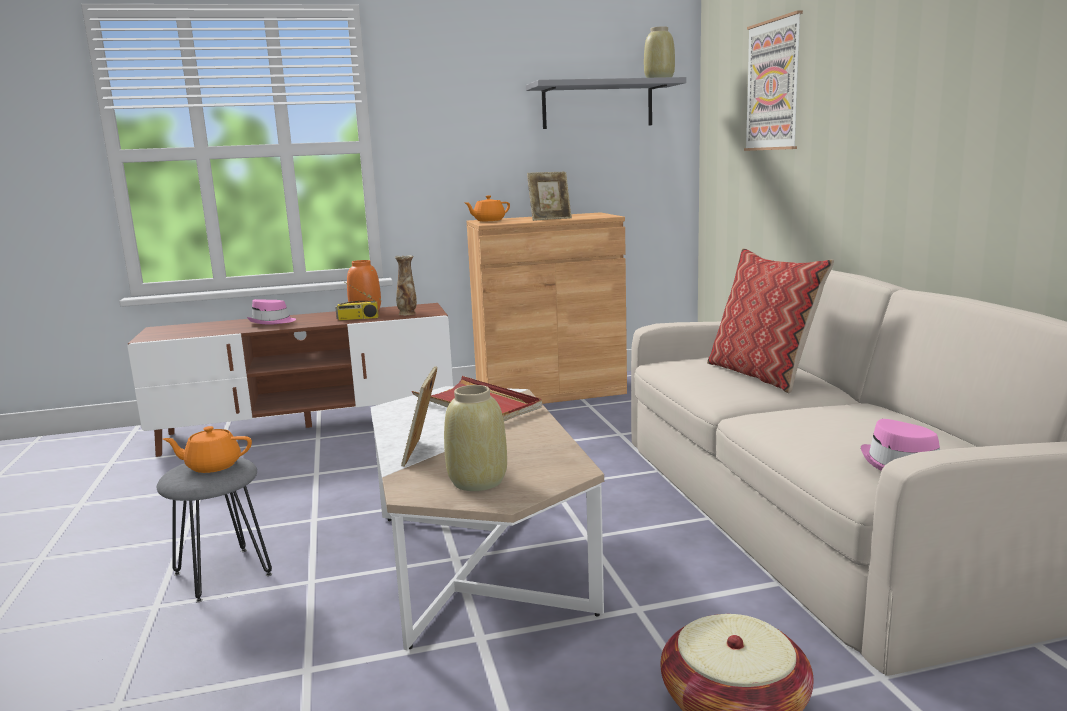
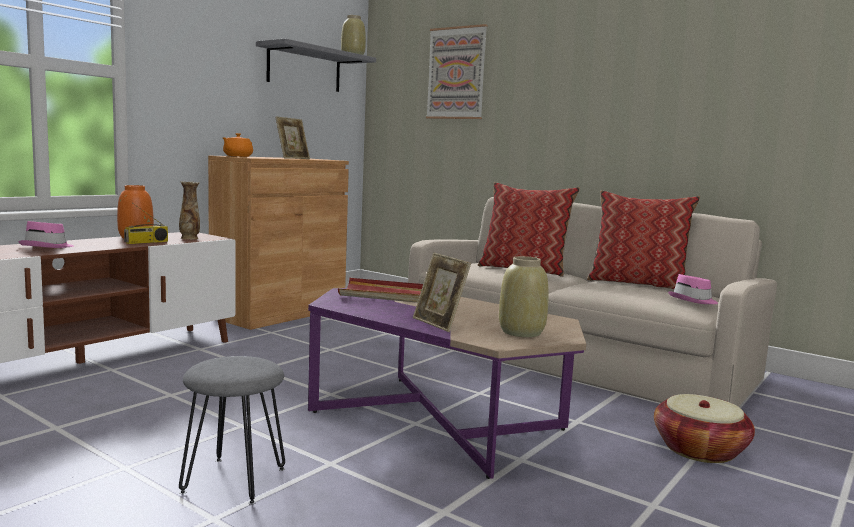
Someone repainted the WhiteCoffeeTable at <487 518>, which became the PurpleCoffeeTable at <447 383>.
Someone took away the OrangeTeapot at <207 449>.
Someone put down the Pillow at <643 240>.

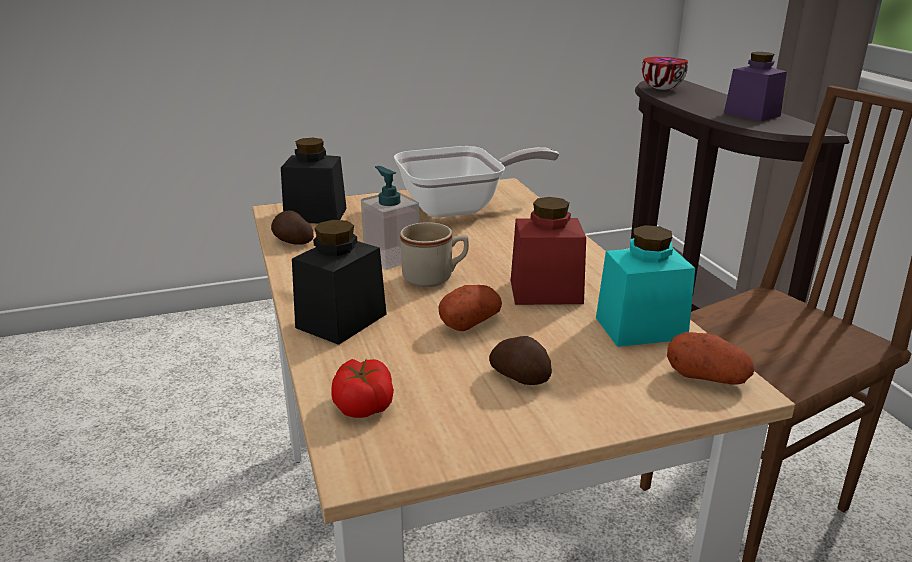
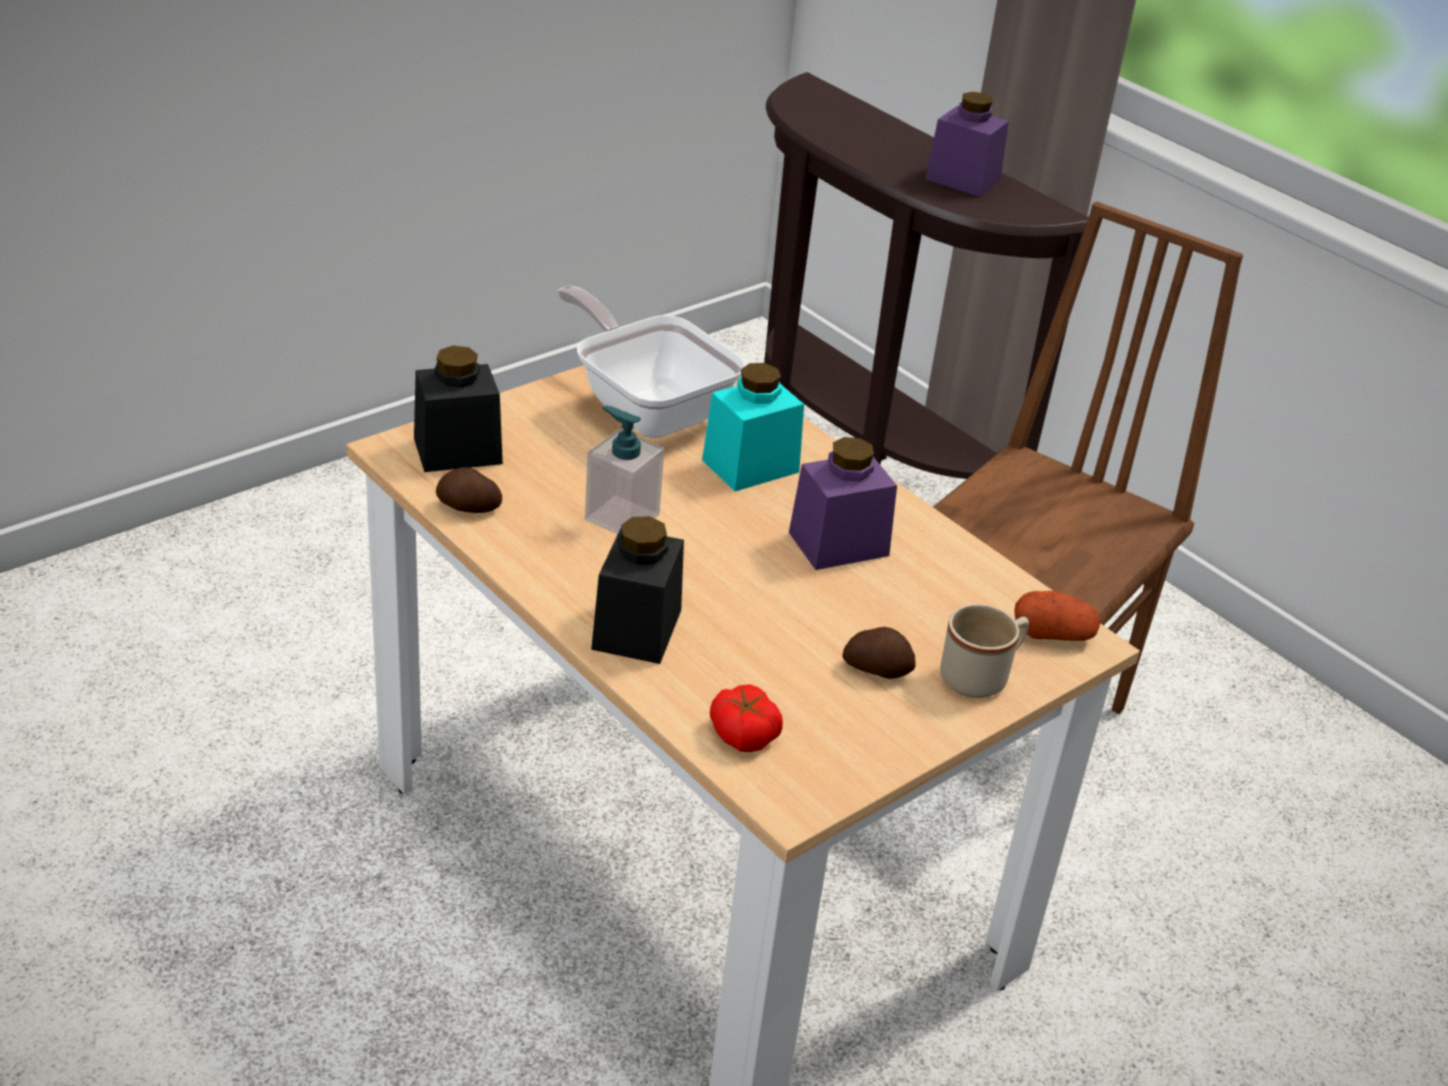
Someone took away the Bowl at <665 73>.
Someone rotated the FryingPan at <476 182> by 90 degrees counterclockwise.
Someone repainted the RedJar at <548 251>, which became the PurpleJar at <843 503>.
Someone carried the BeigeMug from <434 254> to <984 651>.
Someone carried the TurquoiseJar from <645 286> to <753 427>.
Someone took away the Potato at <470 308>.

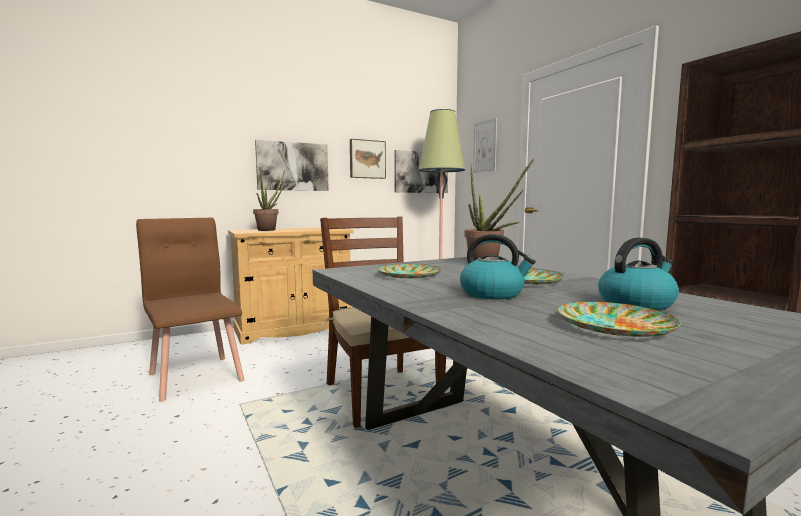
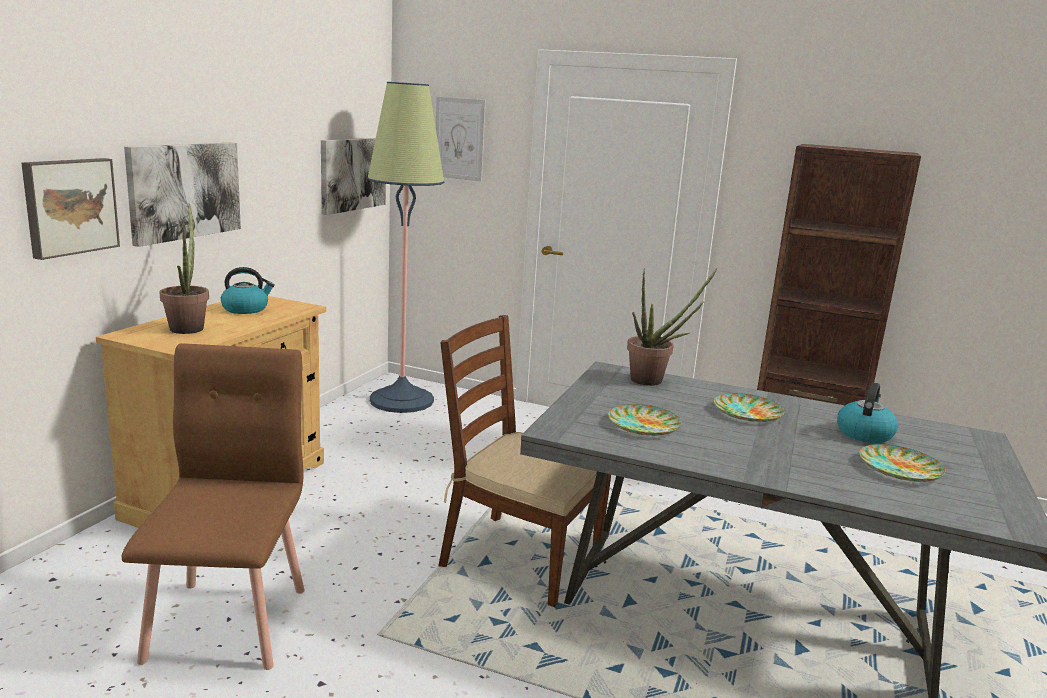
Someone carried the Picture from <368 159> to <70 209>.
Someone rotated the BrownChair at <190 310> by 75 degrees clockwise.
Someone carried the Kettle from <498 266> to <248 290>.

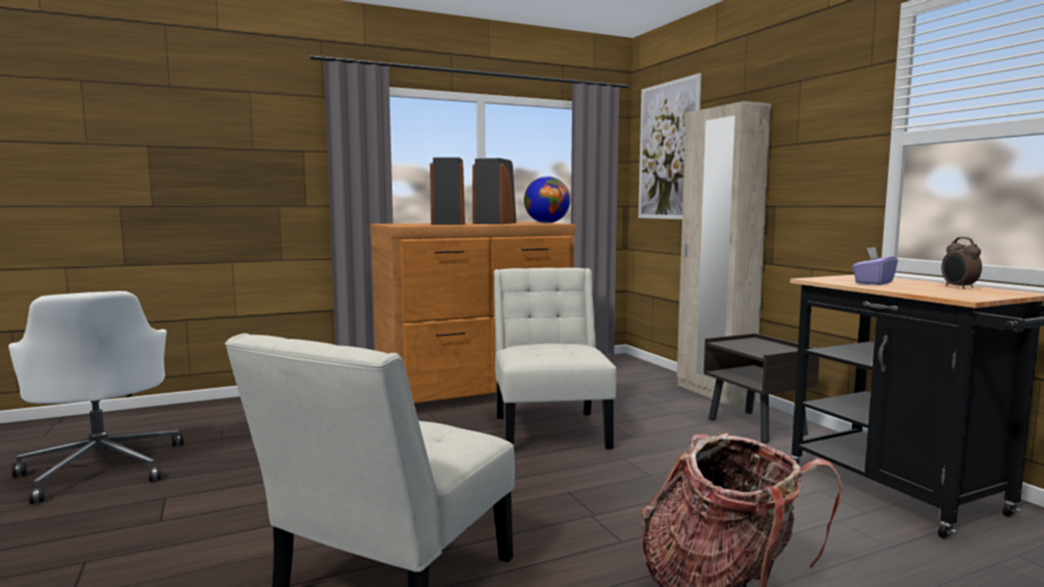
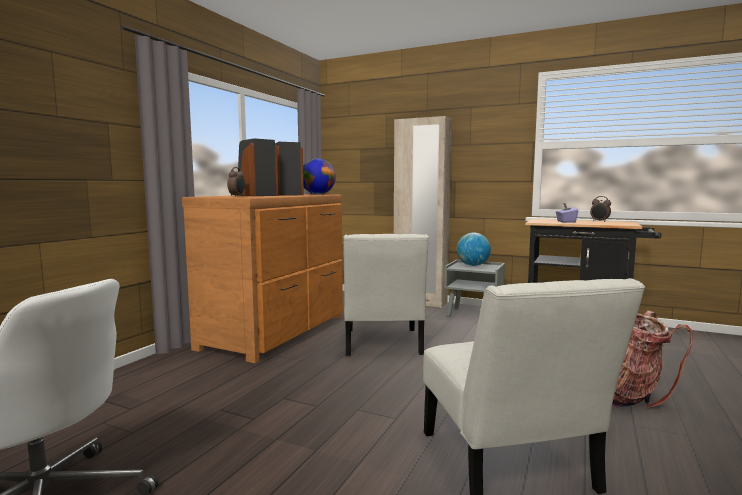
Someone took away the Picture at <669 146>.
Someone rotated the WhiteChair at <555 358> by 135 degrees counterclockwise.
Someone repainted the BrownNightstand at <761 388>, which became the GreyNightstand at <475 288>.
Someone put down the AlarmClock at <236 181>.
Someone put down the Globe at <474 249>.

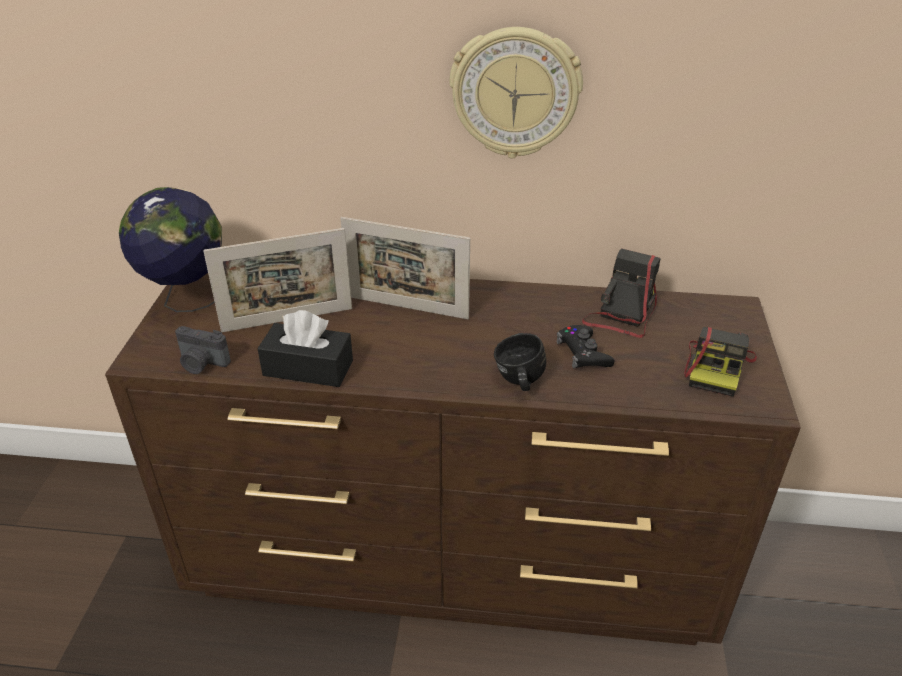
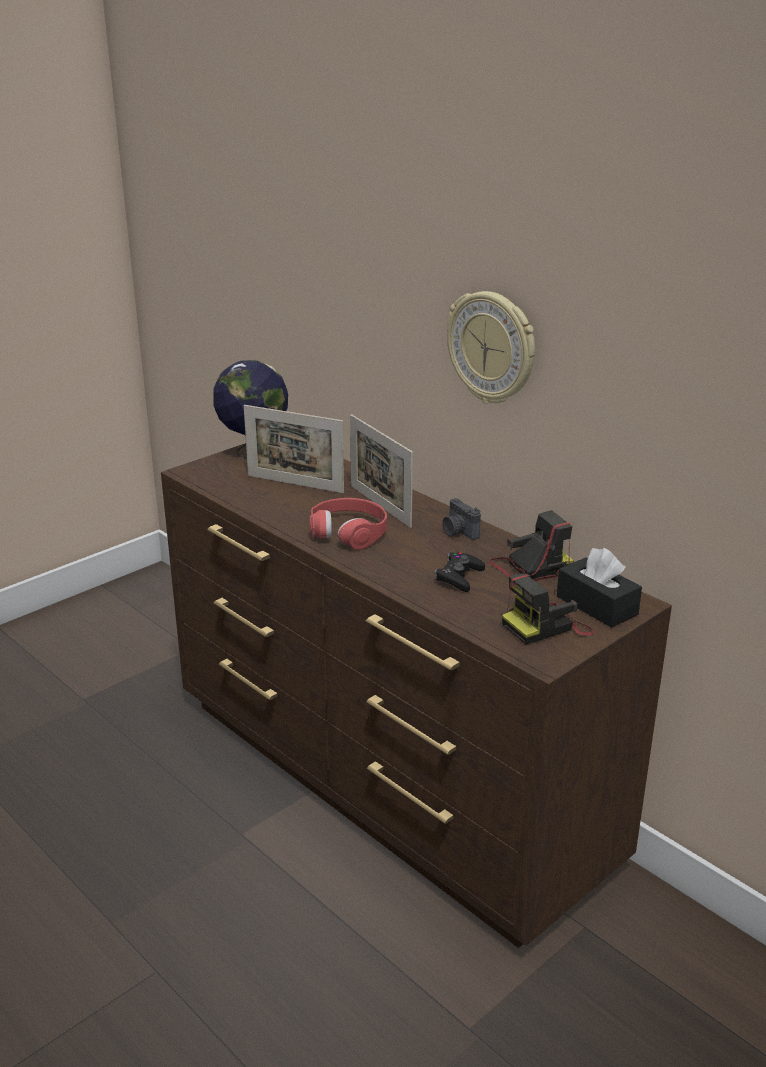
Someone carried the BlackTissueBox from <305 348> to <599 588>.
Someone carried the PhotoCamera from <203 350> to <462 519>.
Someone took away the BlackMug at <520 362>.
Someone put down the RedHeadphones at <348 524>.

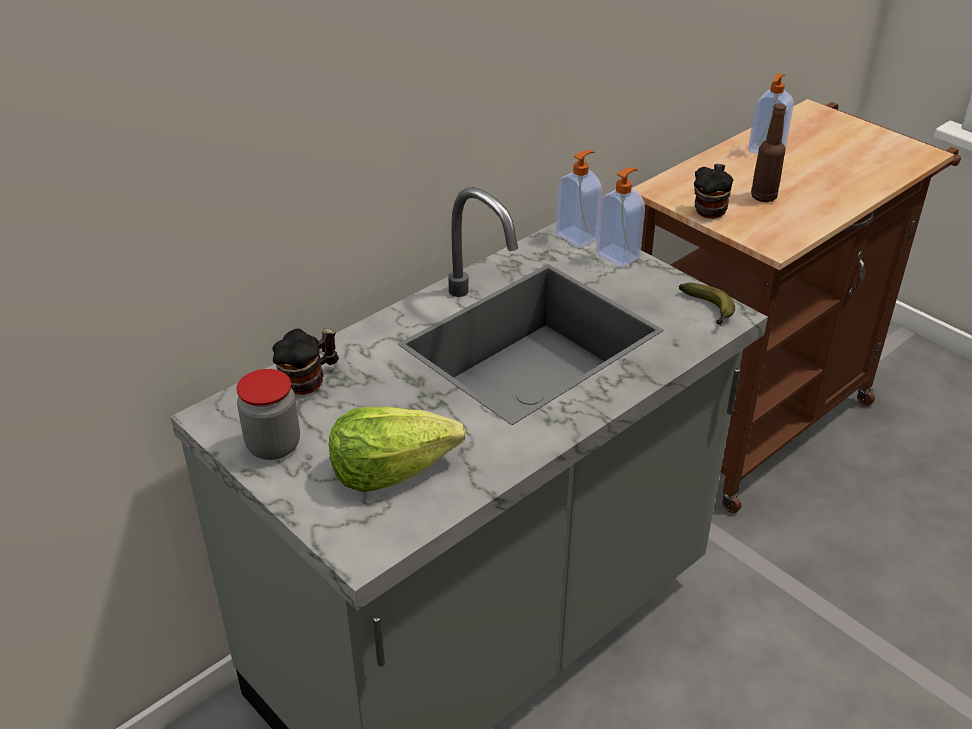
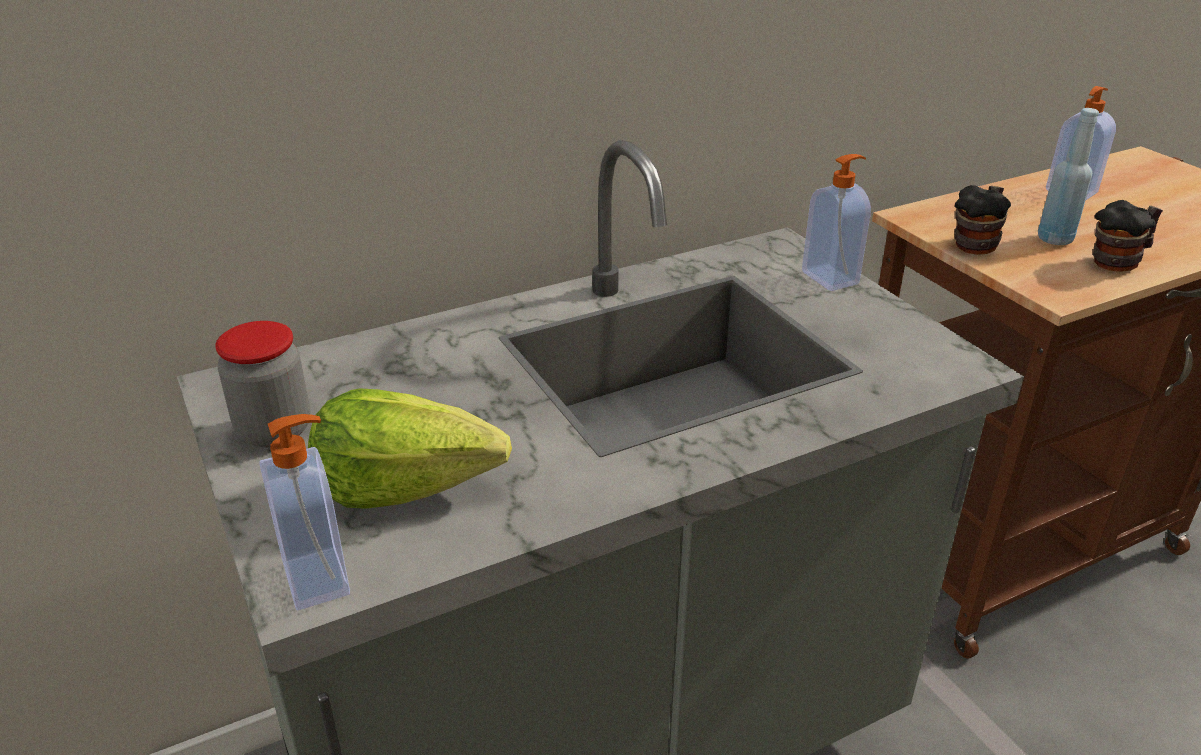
Someone repainted the BrownBottle at <768 152>, which became the BlueBottle at <1068 176>.
Someone carried the SoapDispenser from <579 199> to <304 512>.
Someone took away the Banana at <707 304>.
Someone carried the Mug from <305 361> to <1128 236>.

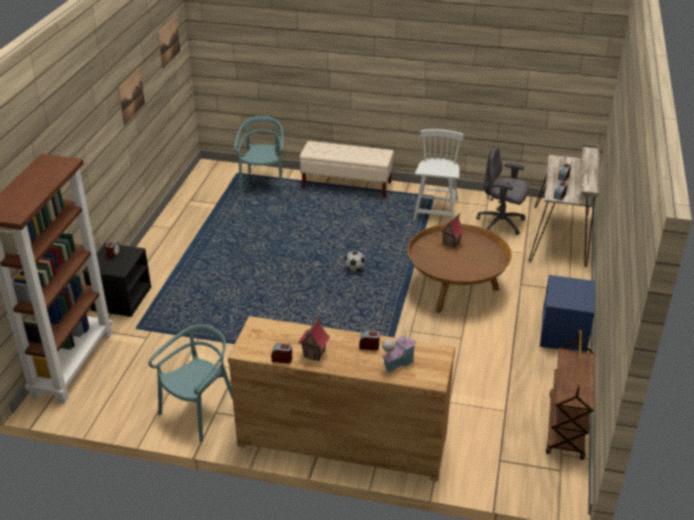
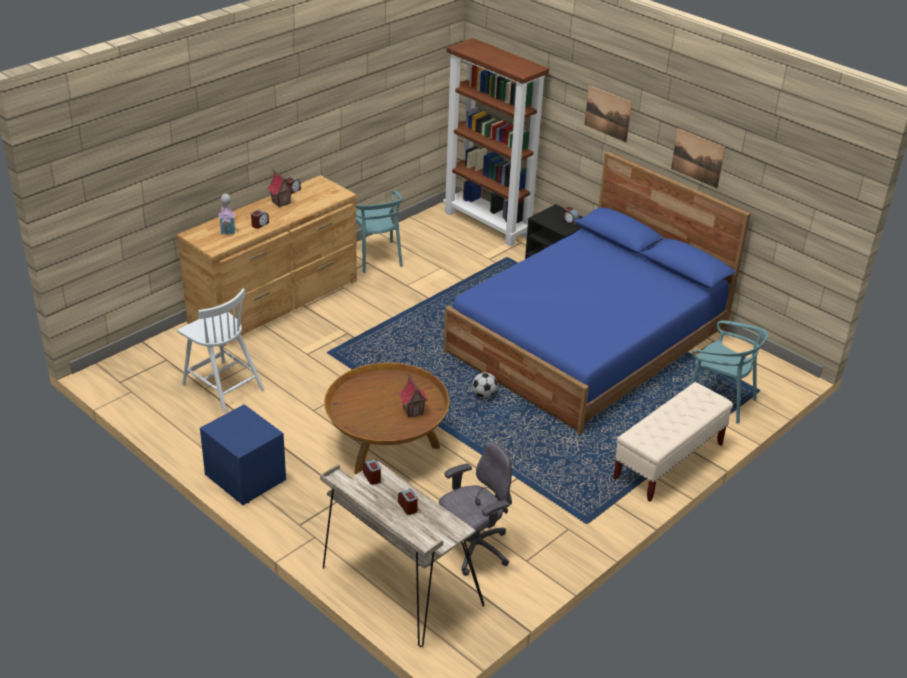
Someone carried the Picture from <169 42> to <608 114>.
Someone carried the WhiteChair from <438 175> to <221 350>.
Someone took away the BrownCart at <570 395>.
Someone put down the BlueBed at <597 293>.

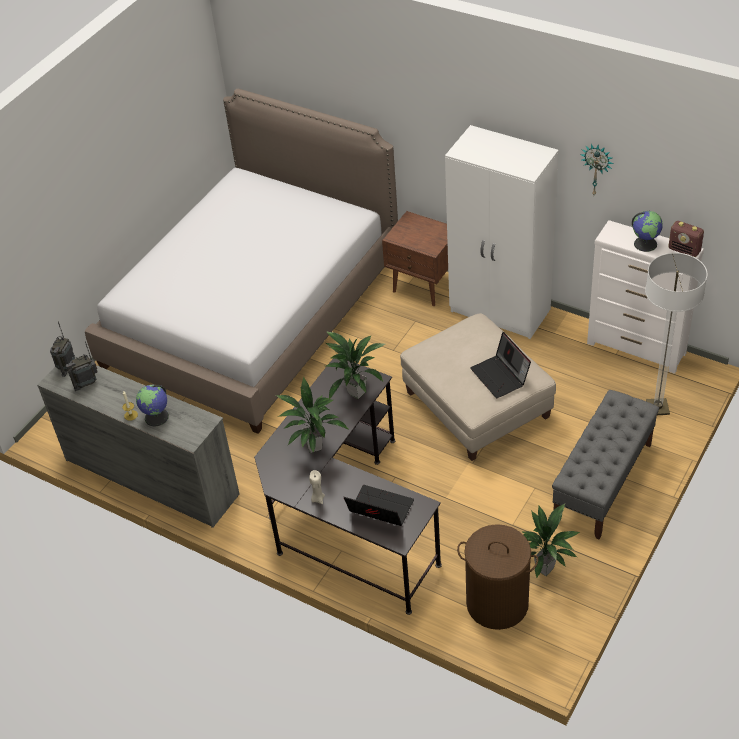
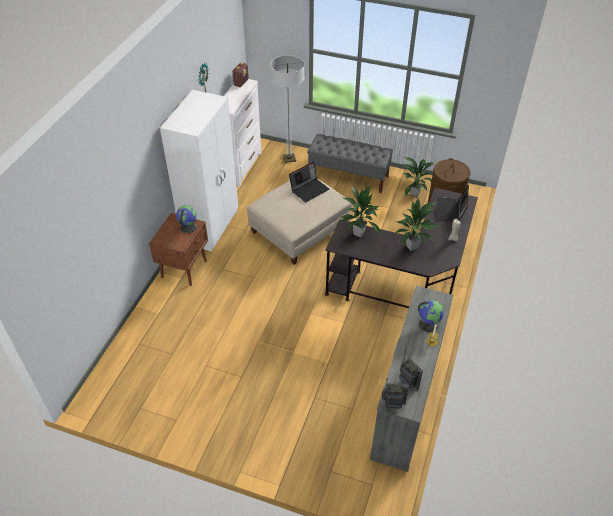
Someone took away the Bed at <241 261>.
Someone carried the Globe from <647 231> to <186 219>.

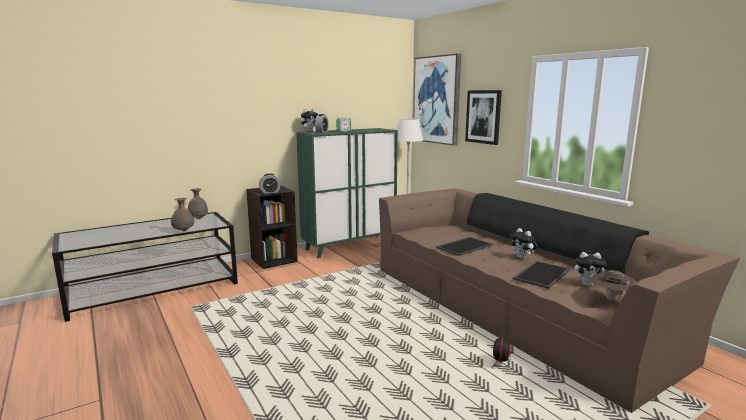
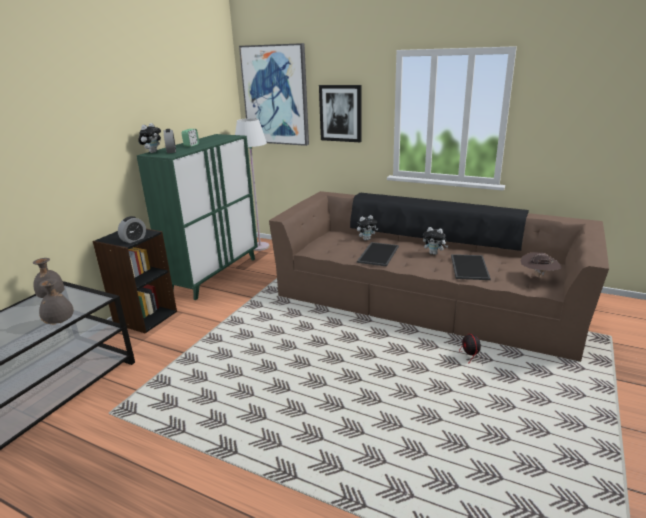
Someone carried the PlushToy from <590 269> to <367 228>.

